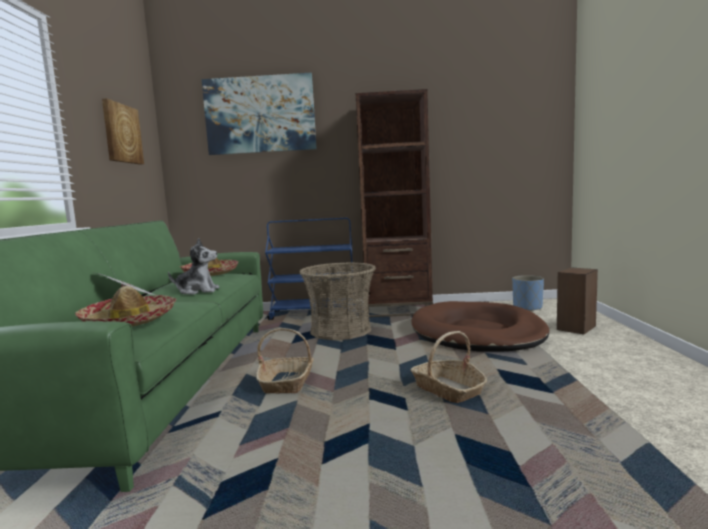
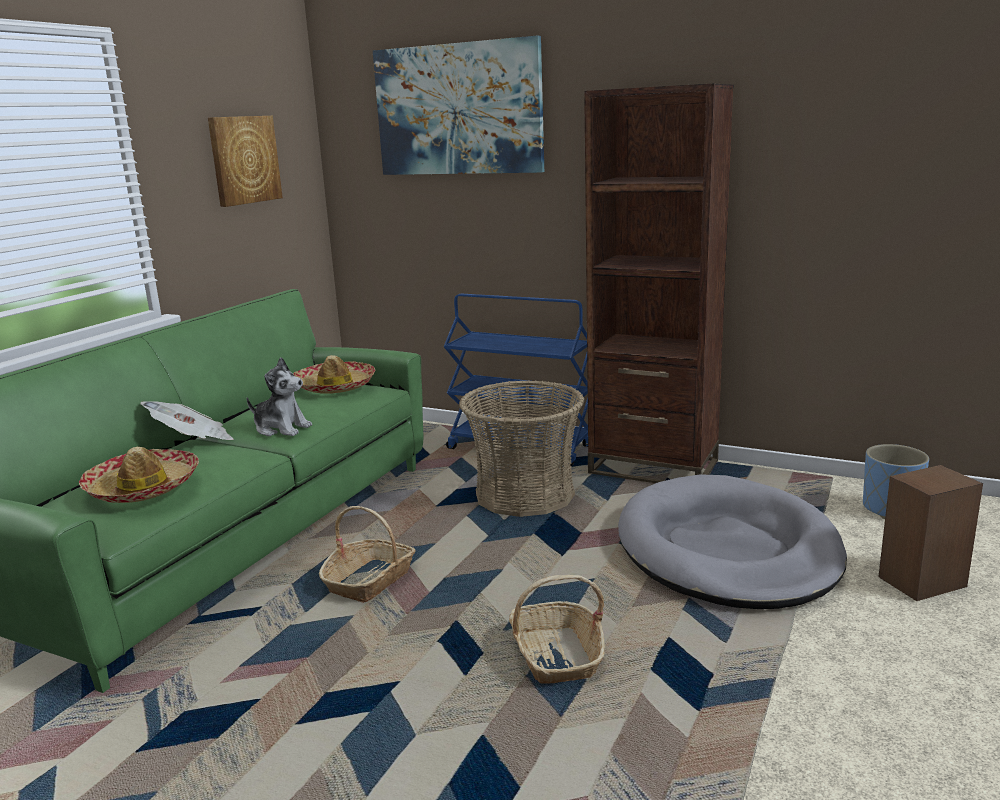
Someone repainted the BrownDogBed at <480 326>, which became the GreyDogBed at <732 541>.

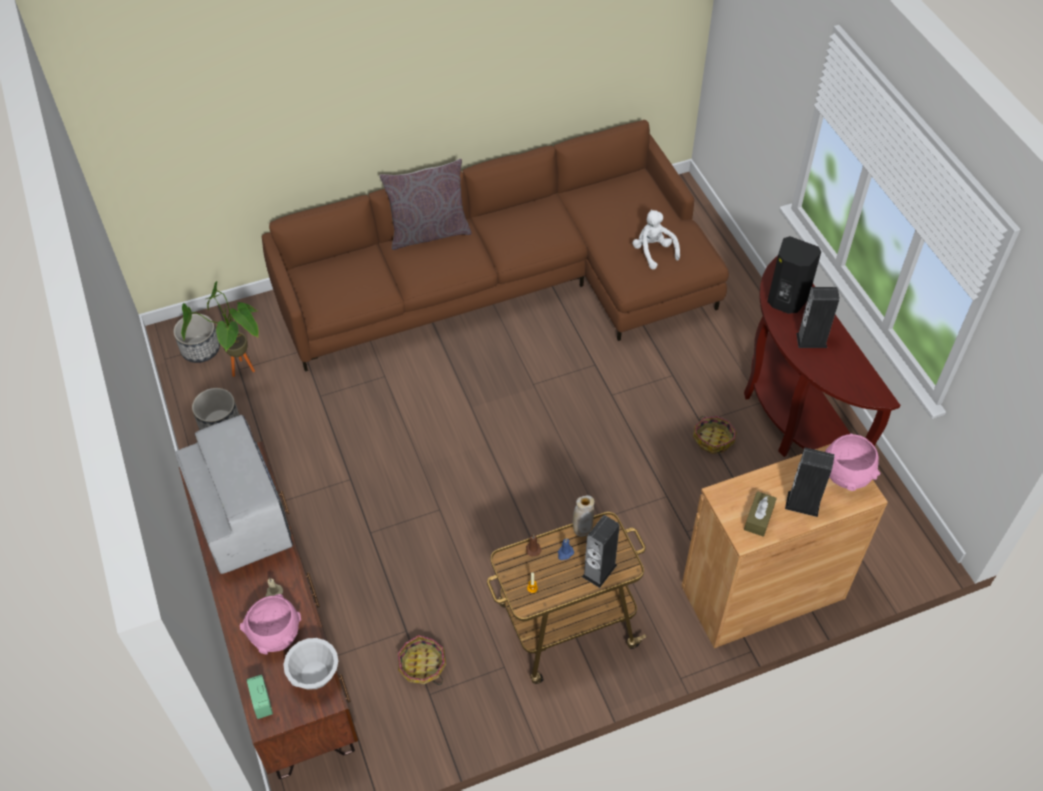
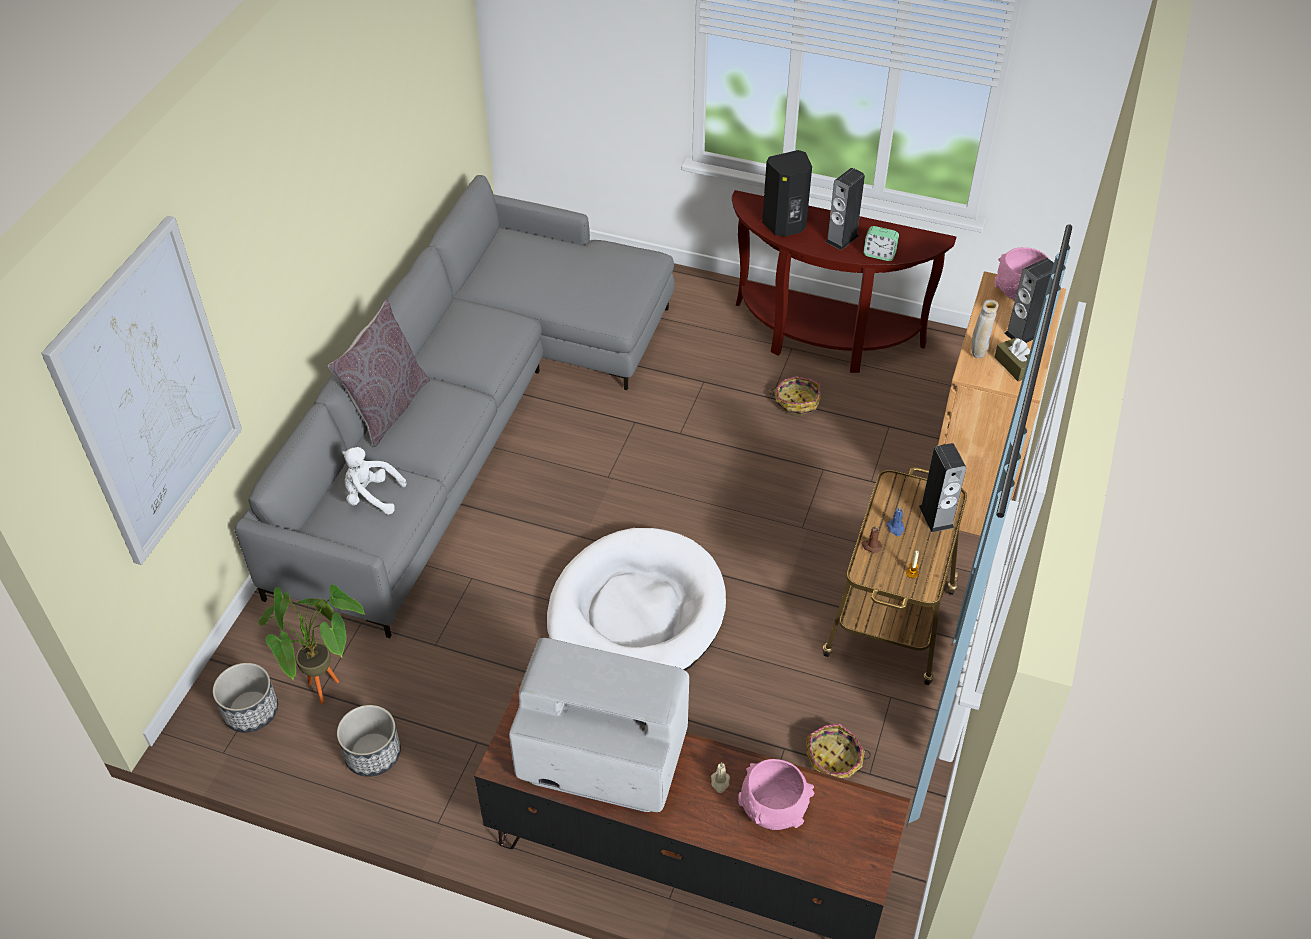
Someone repainted the BrownSofa at <495 245>, which became the GreySofa at <455 406>.
Someone carried the WhitePlushToy from <656 240> to <374 481>.
Someone carried the BeigeVase from <584 516> to <985 328>.
Someone took away the WhiteBowl at <310 664>.
Someone carried the AlarmClock from <259 697> to <881 243>.
Someone put up the Picture at <141 390>.
Someone put down the WhiteDogBed at <636 599>.

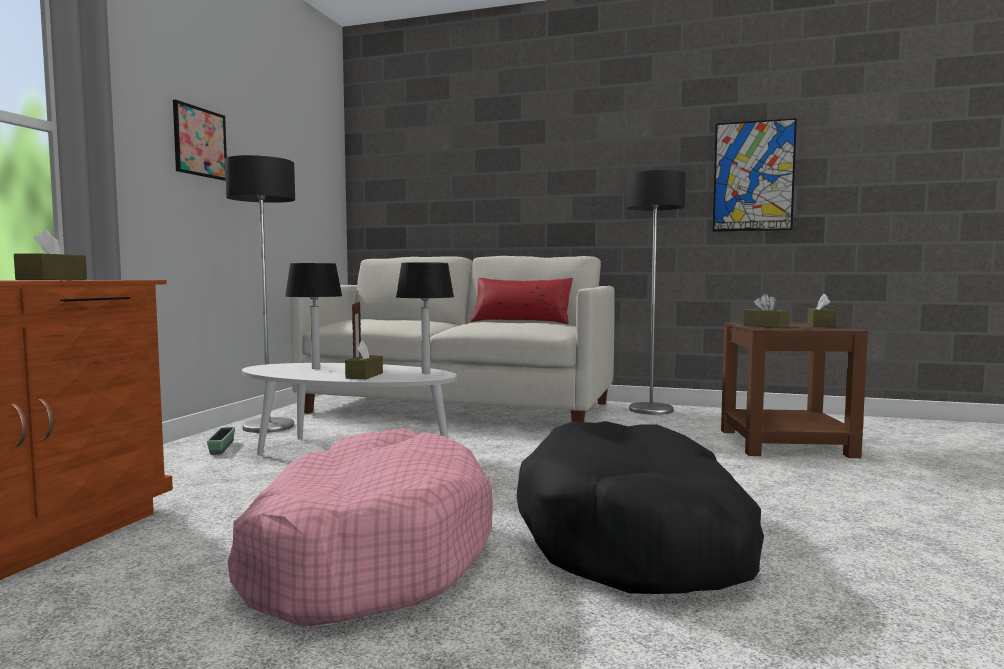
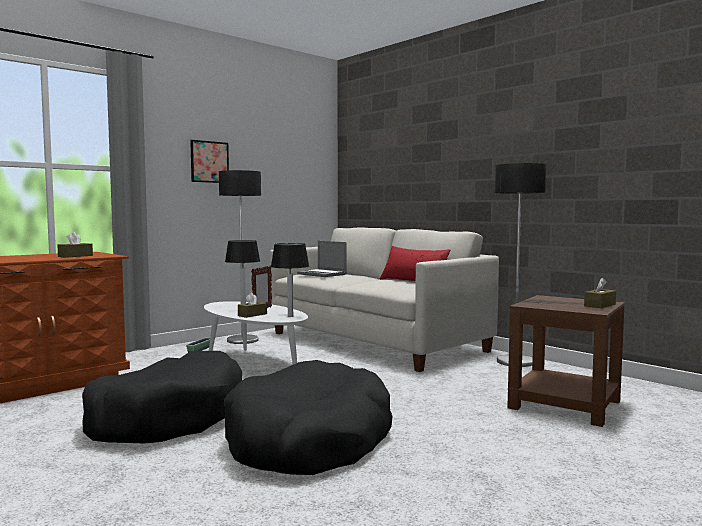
Someone took away the Picture at <755 175>.
Someone took away the BrownTissueBox at <766 311>.
Someone repainted the PinkDogBed at <360 527>, which became the BlackDogBed at <162 397>.
Someone put down the Laptop at <322 259>.

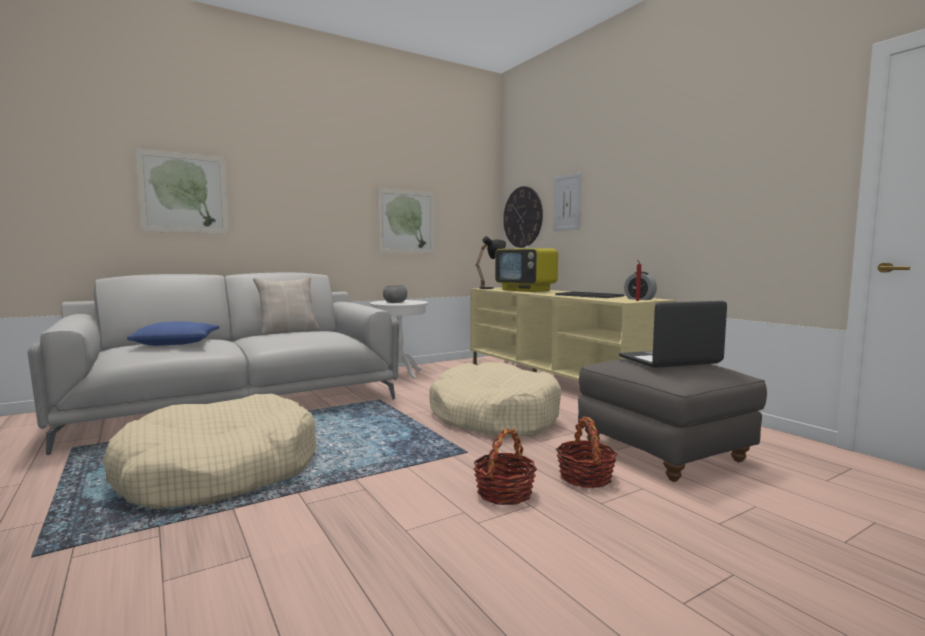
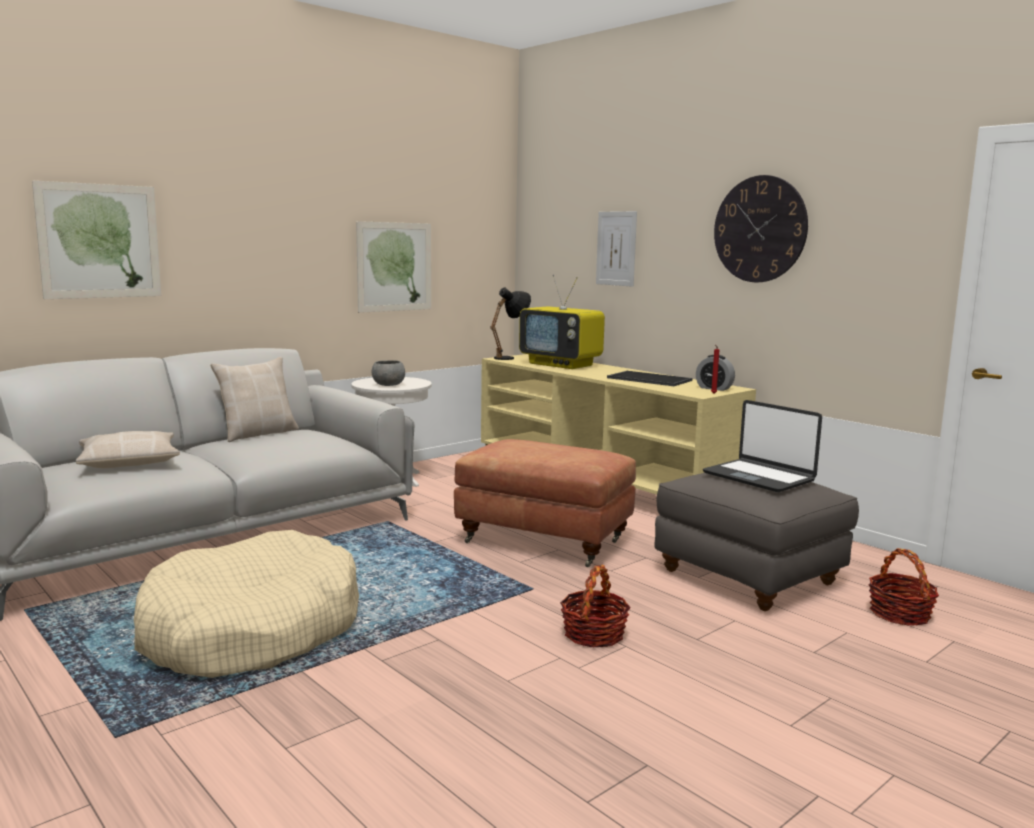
Someone carried the WallClock from <523 217> to <761 228>.
Someone rotated the Laptop at <673 334> by 105 degrees counterclockwise.
Someone repainted the BluePillow at <173 333>, which became the BeigePillow at <128 449>.
Someone swapped the BeigeDogBed at <495 400> for the BrownOttoman at <545 503>.
Someone carried the Basket from <586 452> to <904 587>.

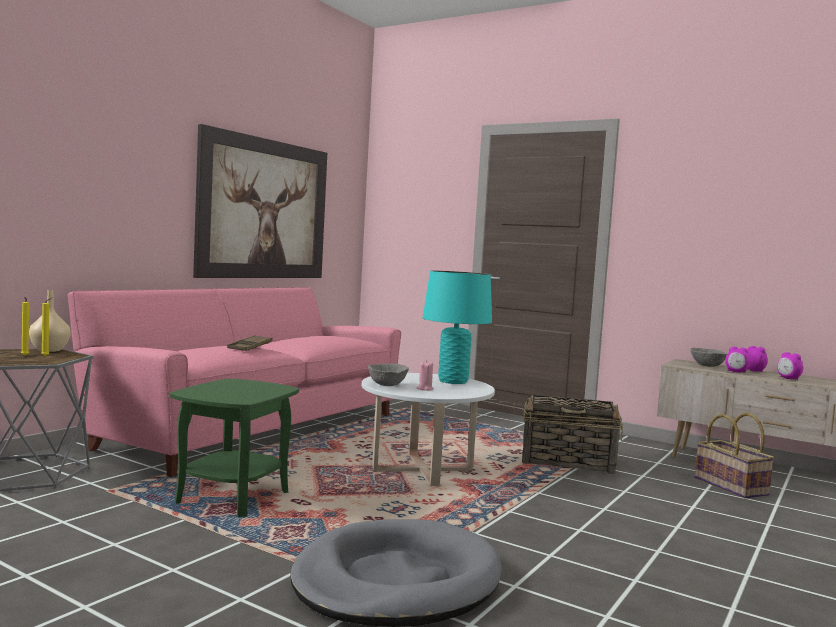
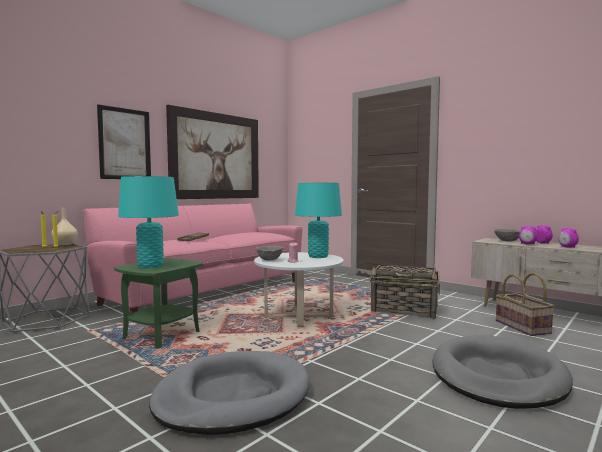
Someone put up the Picture at <124 141>.
Someone put down the TurquoiseTableLamp at <148 222>.
Someone put down the GreyDogBed at <503 372>.

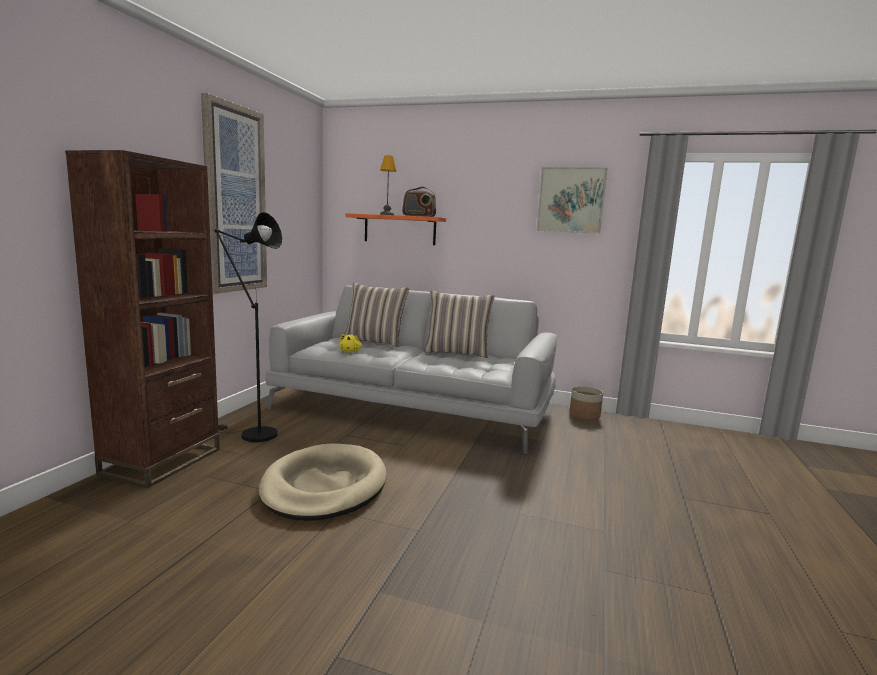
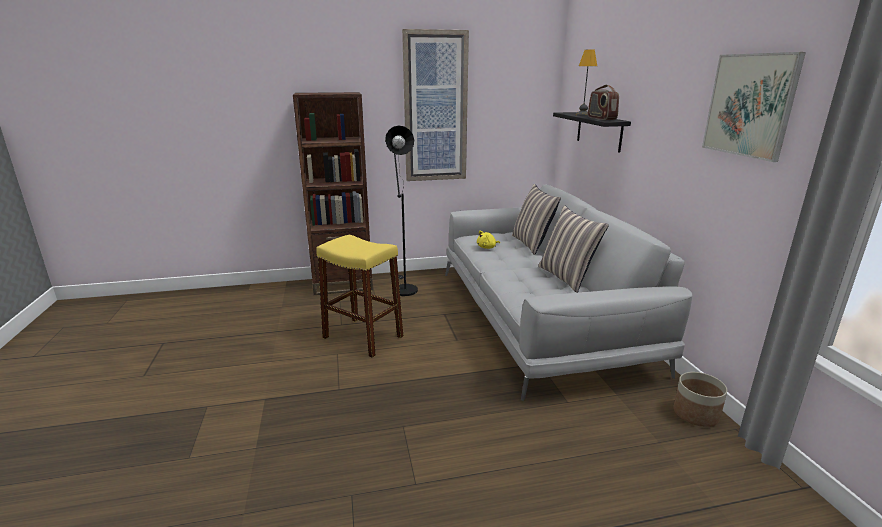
Someone repainted the OrangeShelf at <395 229>, which became the BlackShelf at <592 132>.
Someone swapped the BeigeDogBed at <322 482> for the YellowStool at <360 296>.

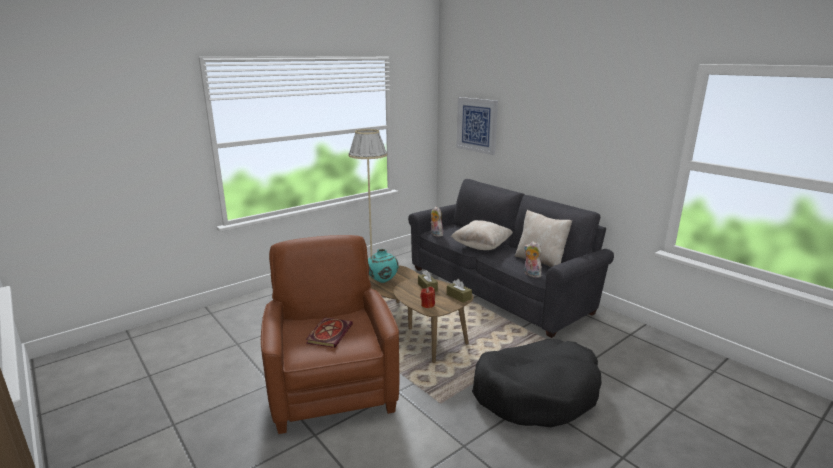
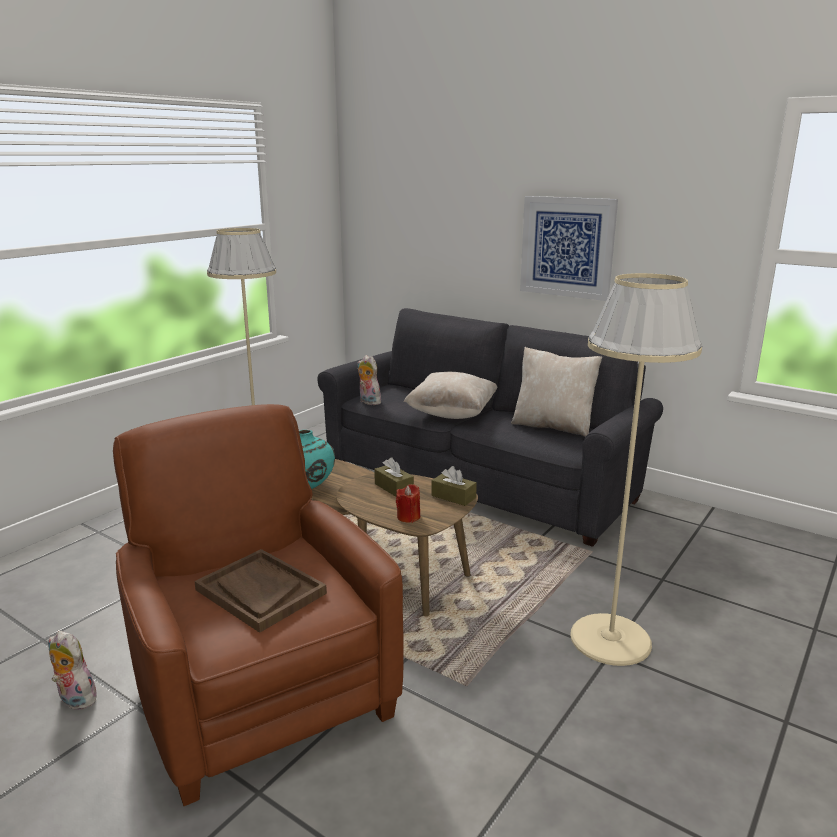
Someone carried the Picture from <477 126> to <569 248>.
Someone carried the PlushToy from <533 259> to <72 670>.
Someone swapped the Book at <329 332> for the BrownTray at <260 591>.
Someone swapped the BlackDogBed at <537 383> for the BeigeFloorLamp at <636 469>.

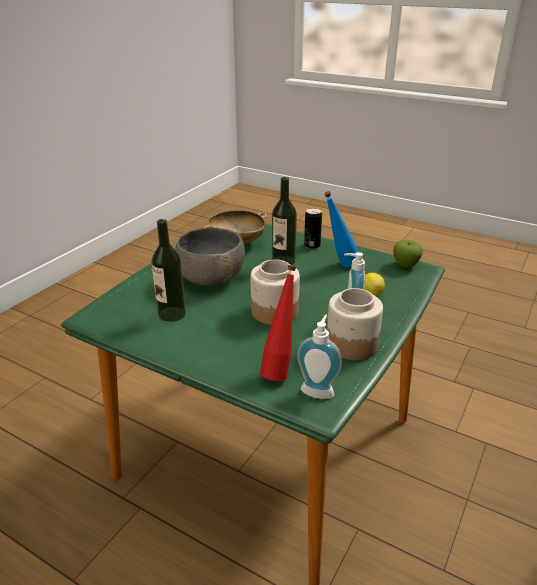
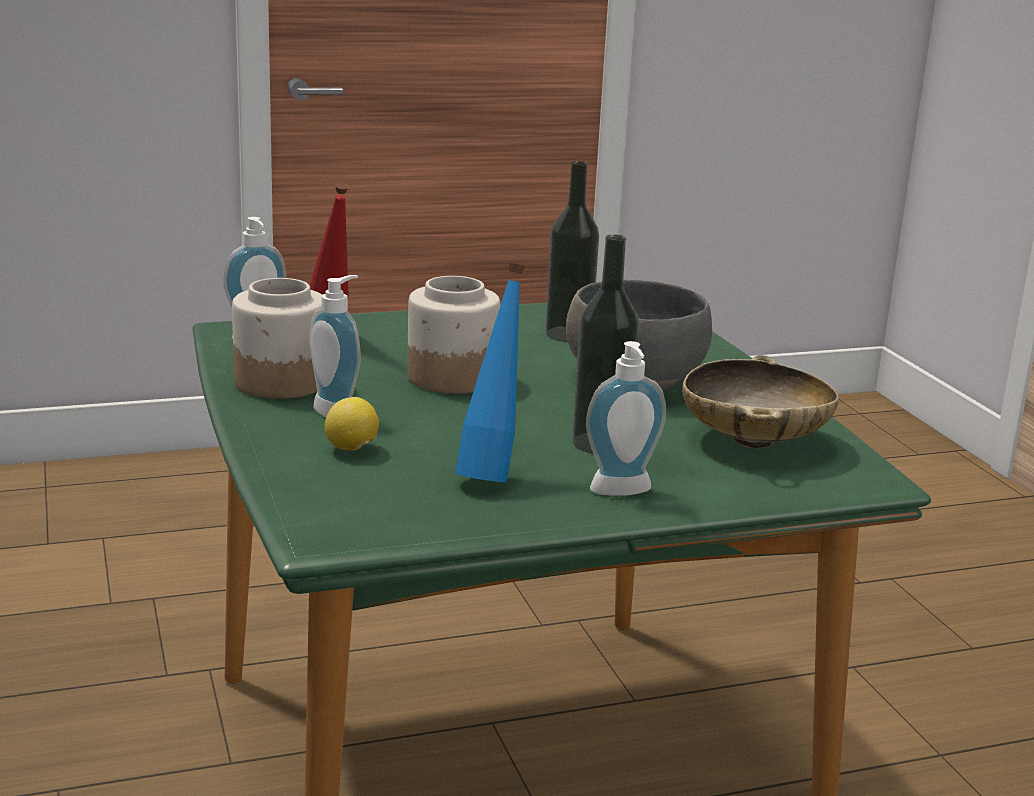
Someone swapped the Can at <313 228> for the SoapDispenser at <626 418>.
Someone took away the Apple at <408 254>.

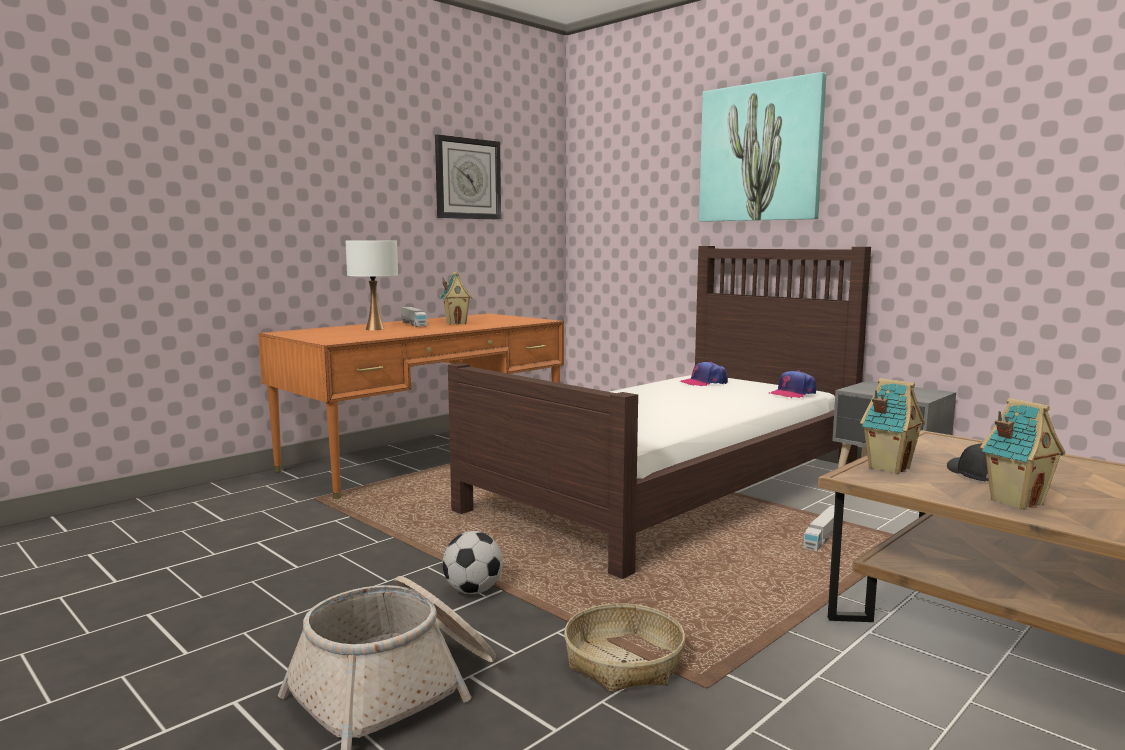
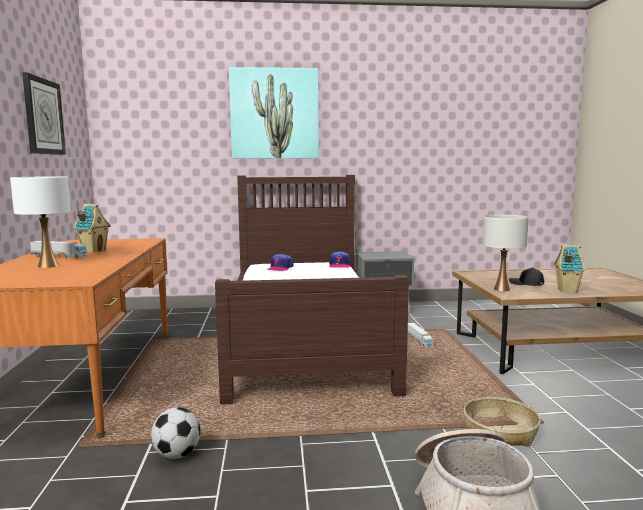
Someone swapped the ToyHouse at <892 426> for the WhiteTableLamp at <506 253>.
Someone carried the Football from <473 562> to <175 433>.

